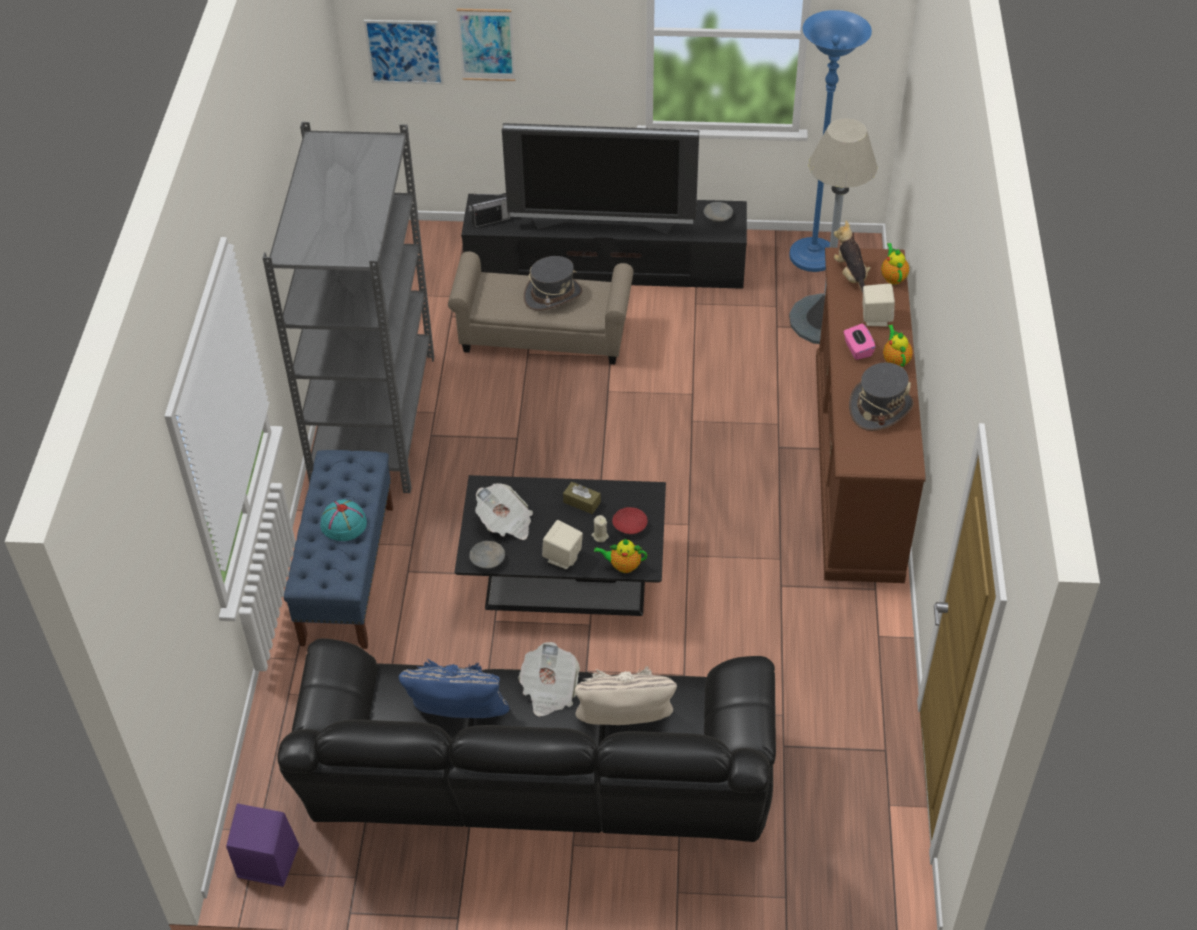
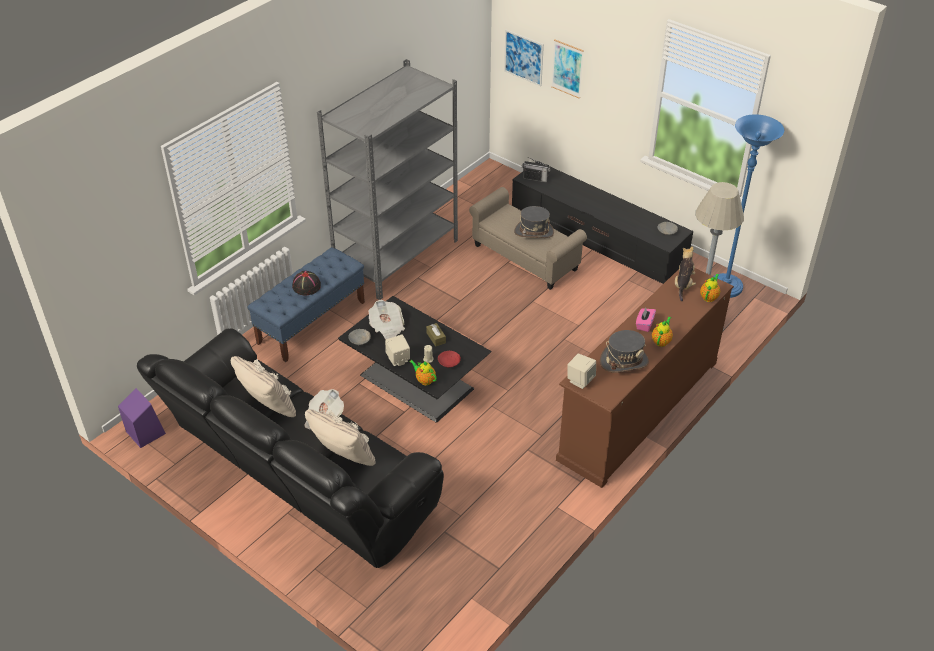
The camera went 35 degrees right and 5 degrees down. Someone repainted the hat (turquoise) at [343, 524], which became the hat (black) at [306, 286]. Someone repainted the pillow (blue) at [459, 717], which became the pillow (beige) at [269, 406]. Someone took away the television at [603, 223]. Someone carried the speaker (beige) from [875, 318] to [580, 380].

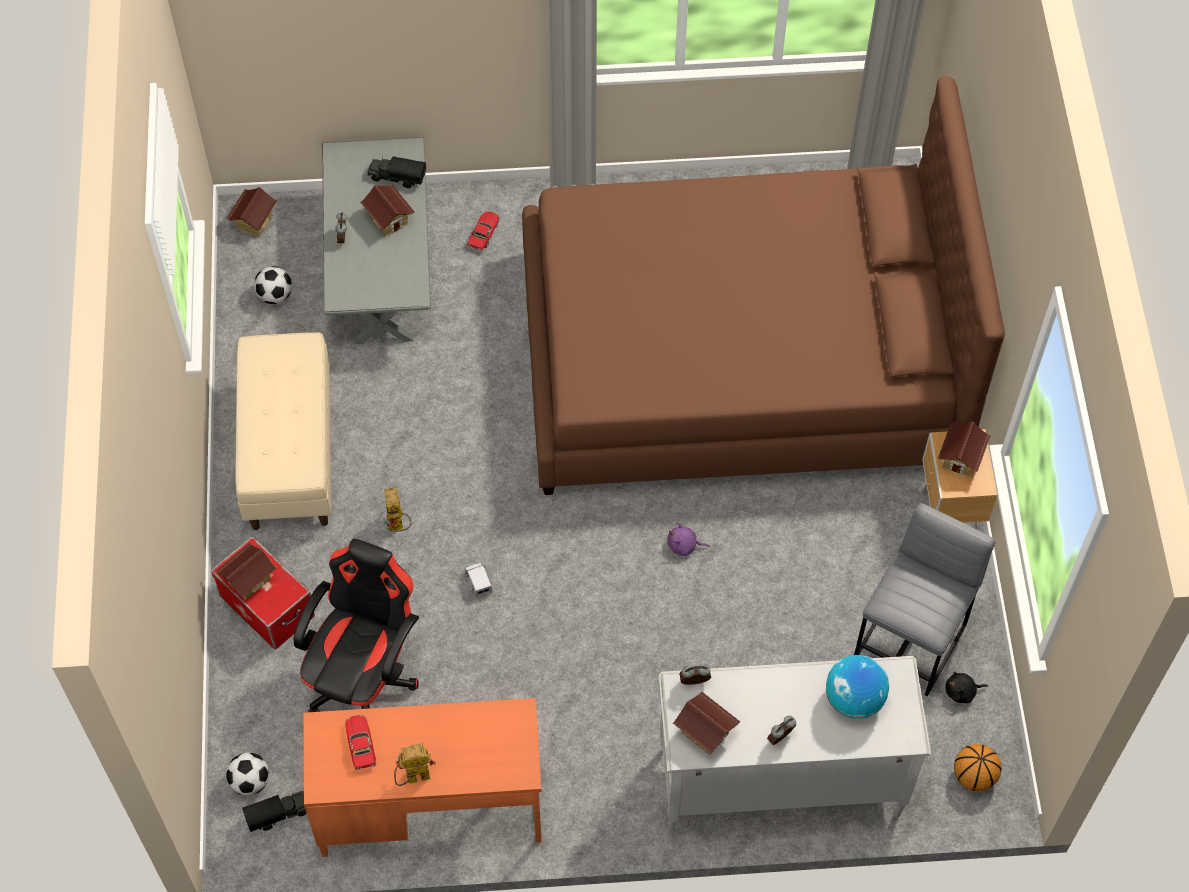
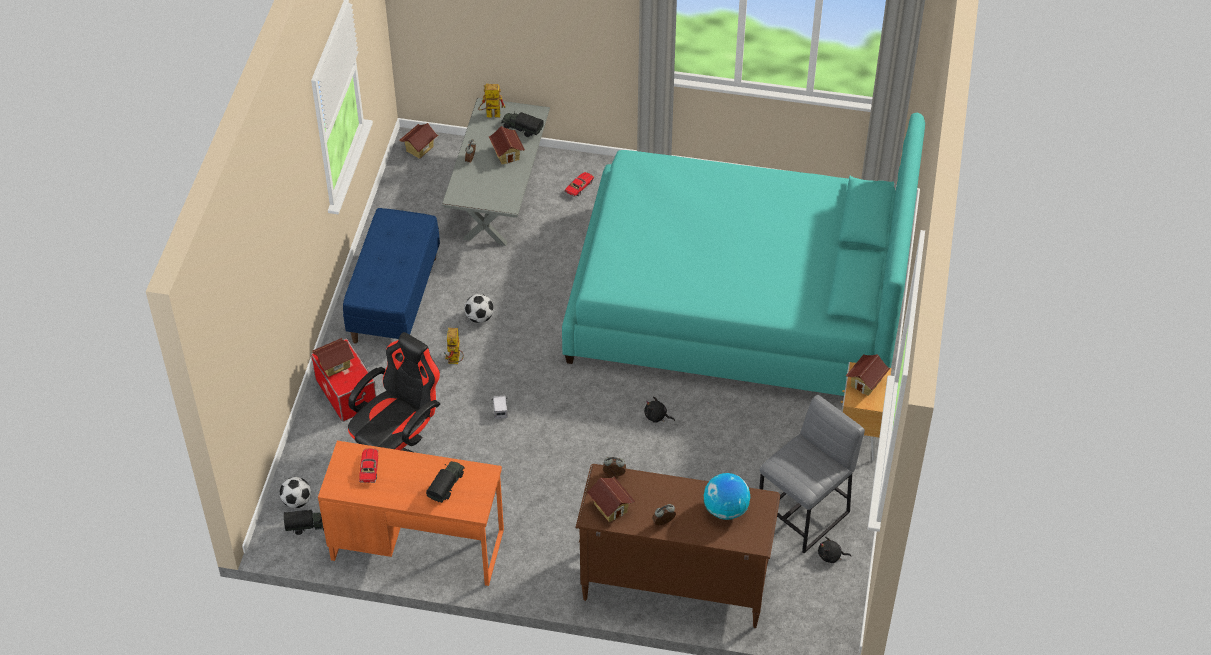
The camera went 15 degrees right and 10 degrees down. Someone repainted the bench (beige) at [289, 452], which became the bench (blue) at [394, 299]. Someone carried the football from [275, 295] to [479, 317]. Someone carried the toy robot from [412, 778] to [490, 115]. Someone repainted the bed (brown) at [740, 359], which became the bed (turquoise) at [738, 304]. Someone repainted the dresser (white) at [777, 780], which became the dresser (brown) at [673, 584]. Someone repainted the plush toy (purple) at [684, 545], which became the plush toy (black) at [657, 416]. Someone took away the basketball at [974, 776]. Someone put down the toy truck at [447, 486].

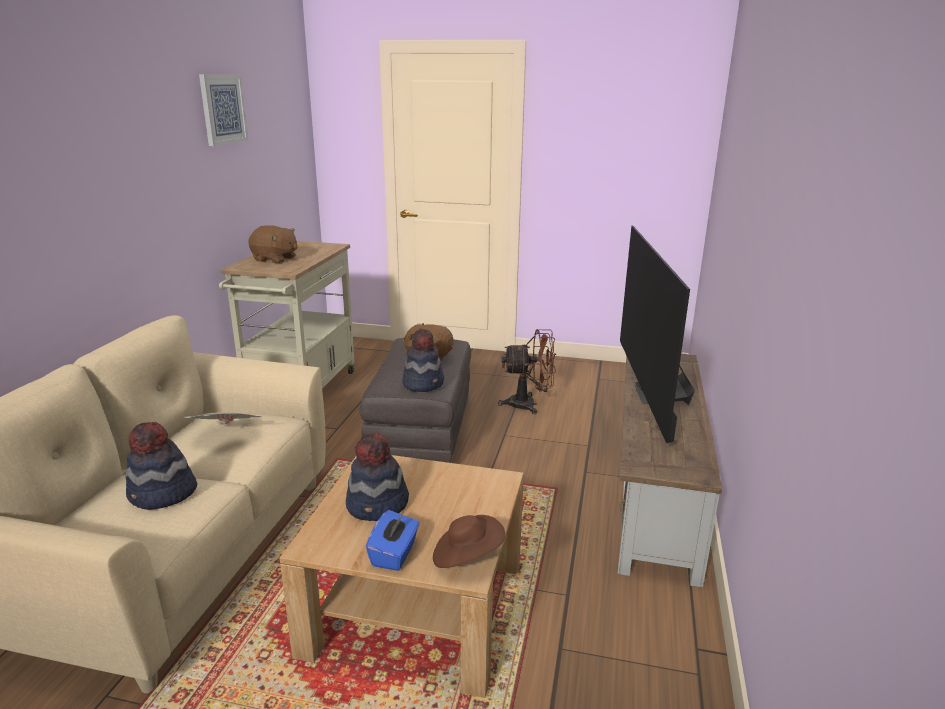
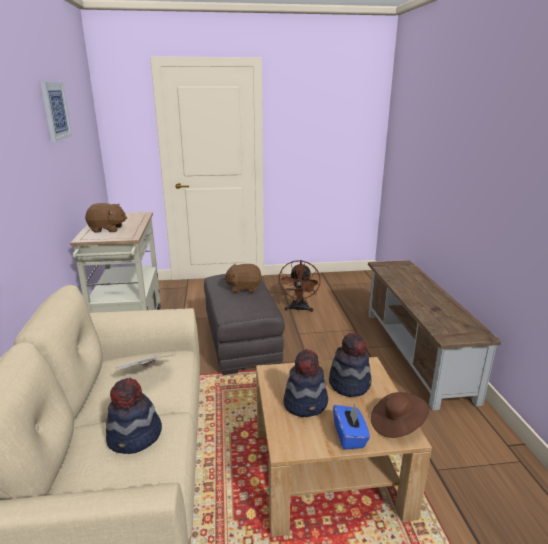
The camera went 20 degrees left and 0 degrees up. Someone carried the hat from [423, 383] to [349, 384]. Someone rotated the fan (brown) at [529, 404] by 120 degrees clockwise. Someone took away the television at [653, 394].

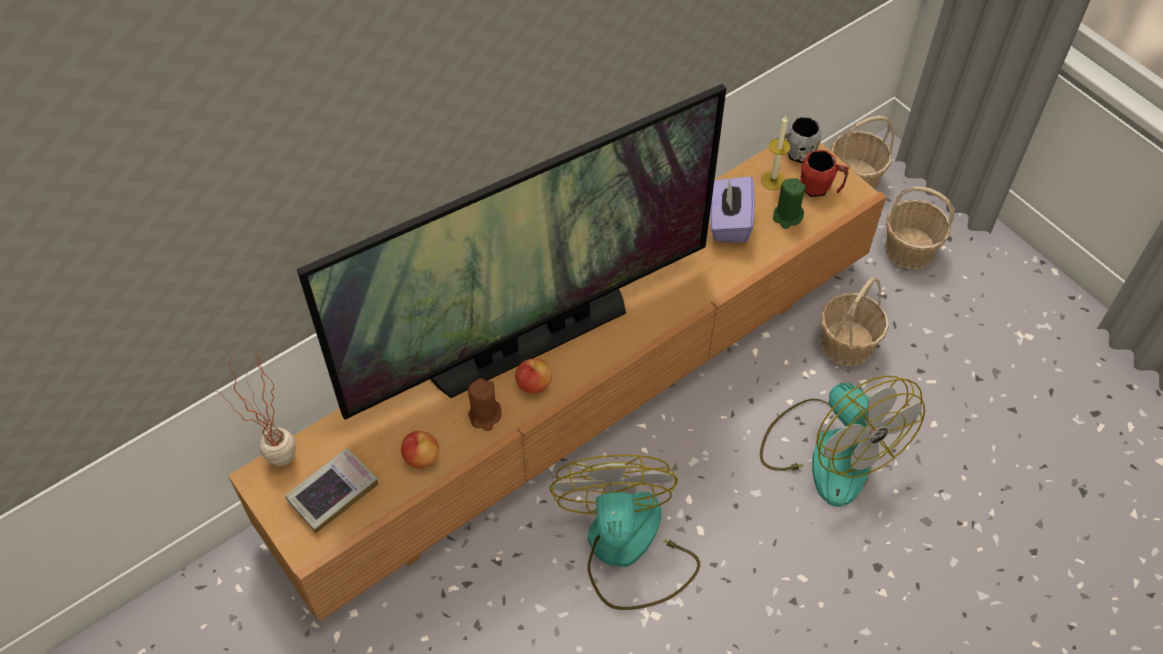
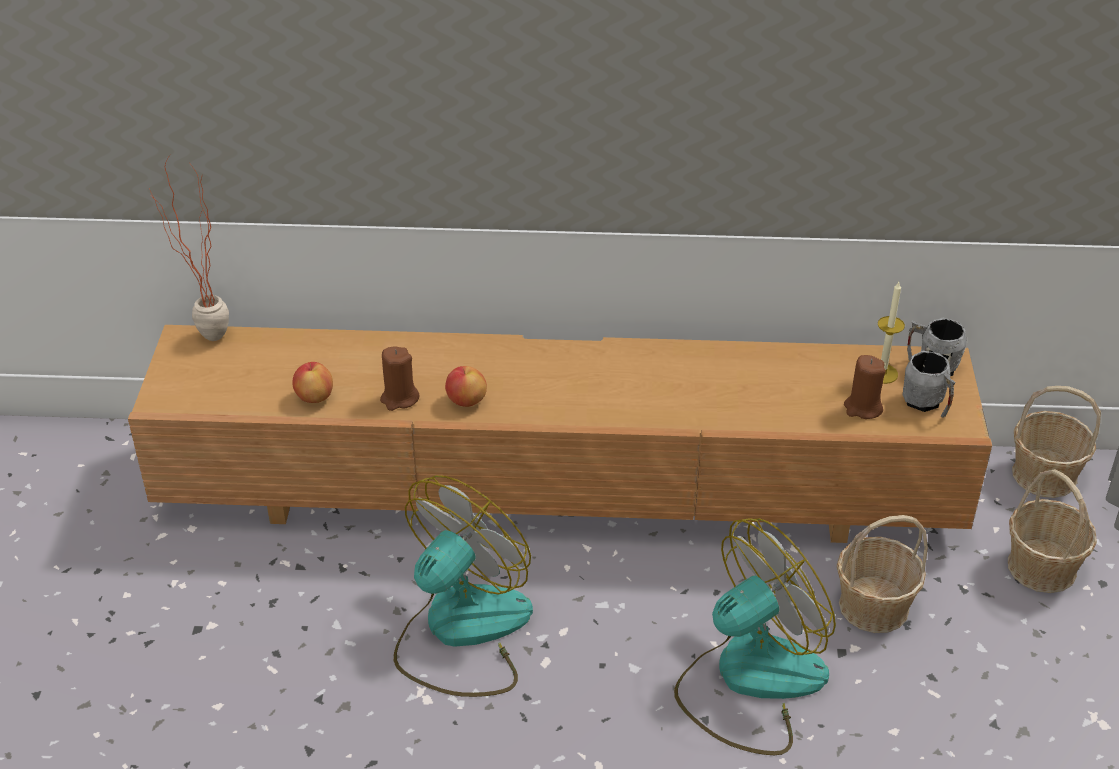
The camera went 40 degrees right and 15 degrees down. Someone took away the book at [333, 493]. Someone took away the television at [529, 339]. Someone took away the tissue box (purple) at [729, 222]. Someone rotated the fan at [829, 450] by 135 degrees counterclockwise. Someone repainted the candle (green) at [787, 216], which became the candle (brown) at [862, 408]. Someone repainted the mug (red) at [820, 188], which became the mug (grey) at [927, 404].

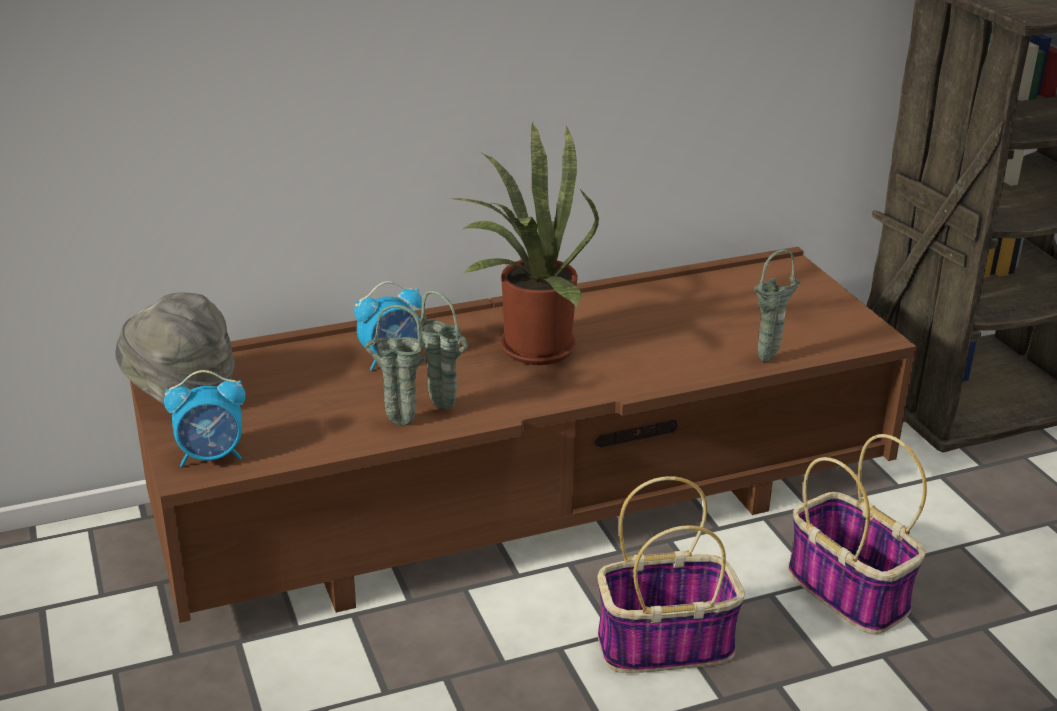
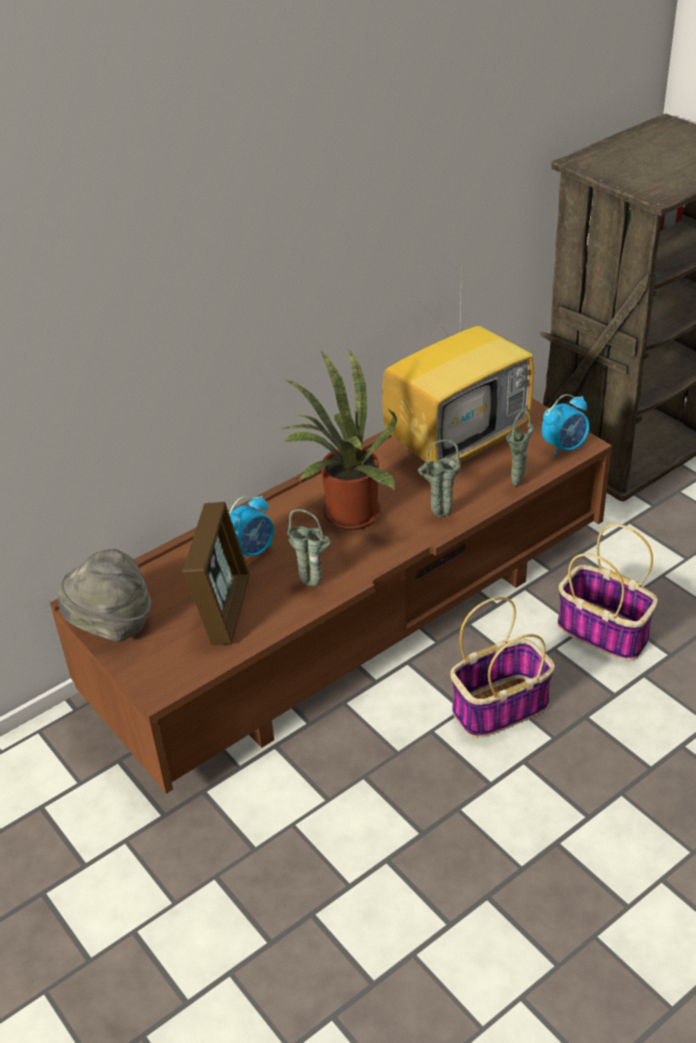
The camera went 15 degrees left and 10 degrees up. Someone carried the alarm clock from [212, 456] to [564, 447]. Someone carried the vase (green) from [397, 424] to [439, 516]. Someone put down the picture frame at [224, 609]. Someone put down the television at [458, 442].

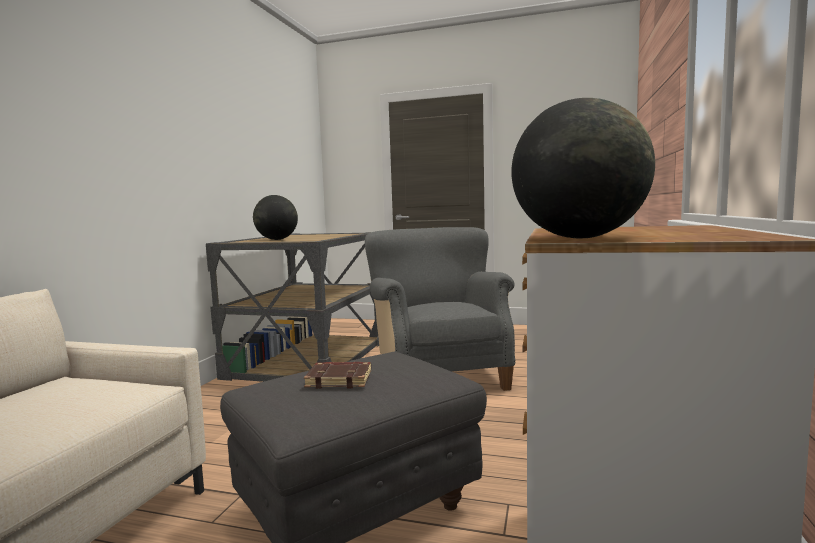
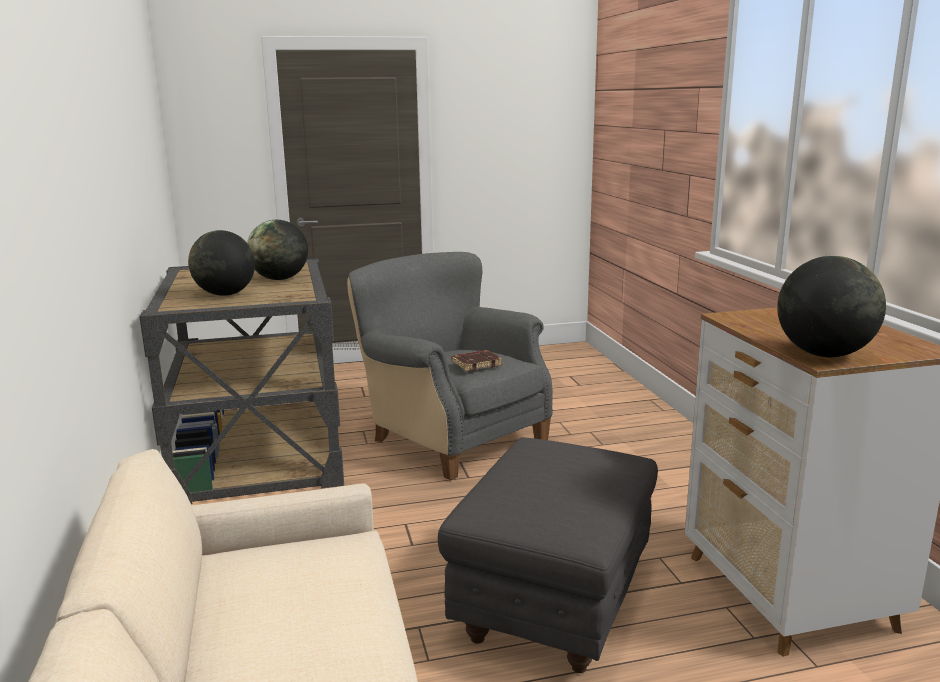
The camera went 30 degrees left and 10 degrees up. Someone carried the book (brown) from [340, 379] to [476, 364]. Someone put down the globe at [280, 279].

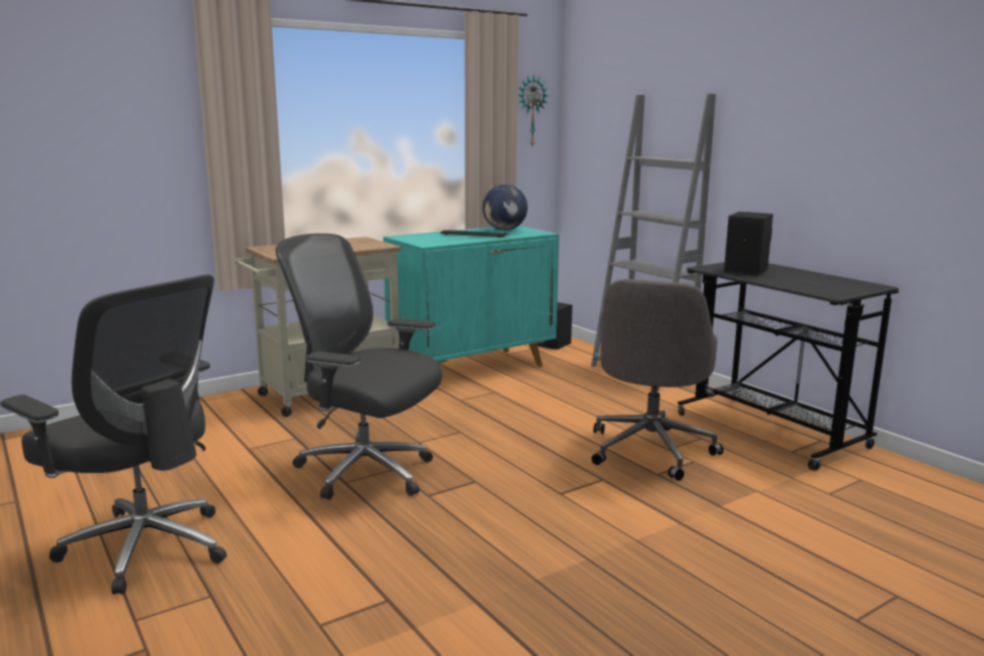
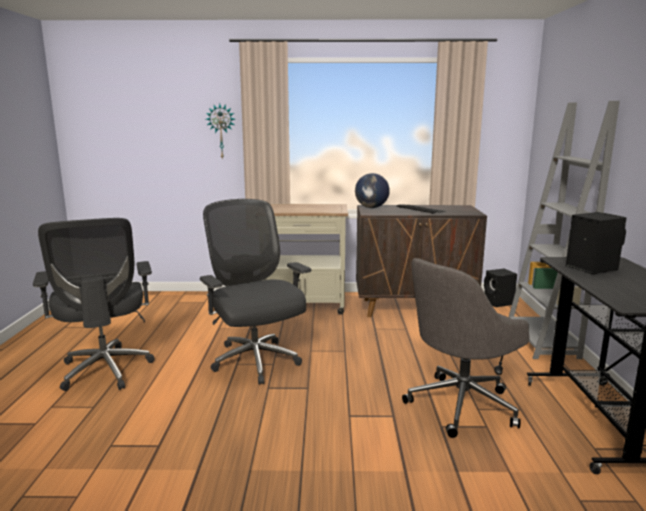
The camera went 35 degrees right and 0 degrees up. Someone repainted the cabinet (turquoise) at [473, 368], which became the cabinet (brown) at [414, 308]. Someone carried the globe from [505, 230] to [371, 208]. Someone carried the wall clock from [531, 111] to [221, 131].

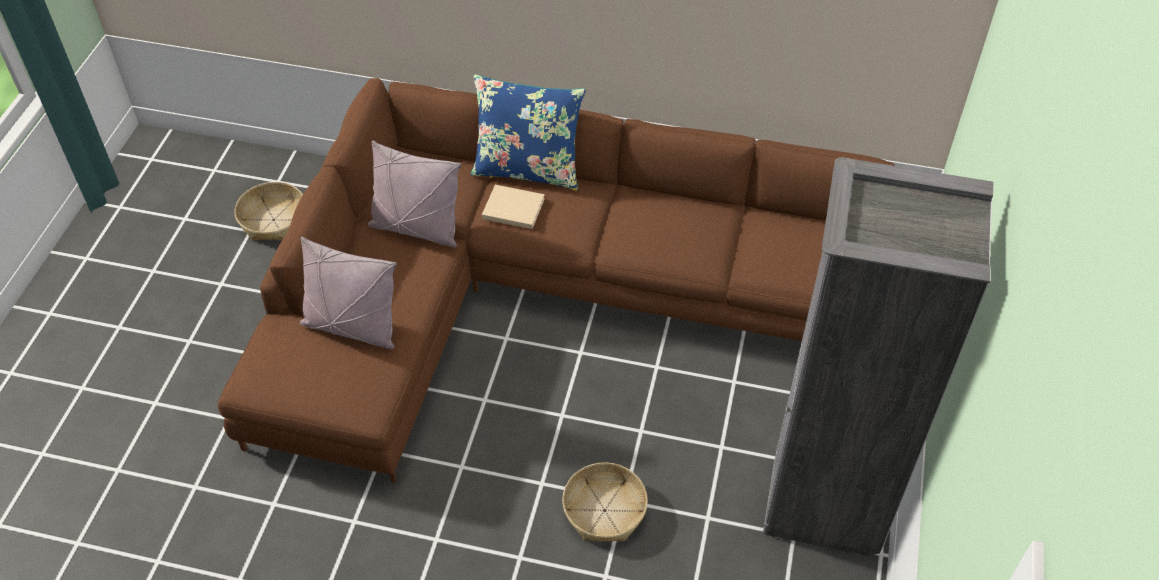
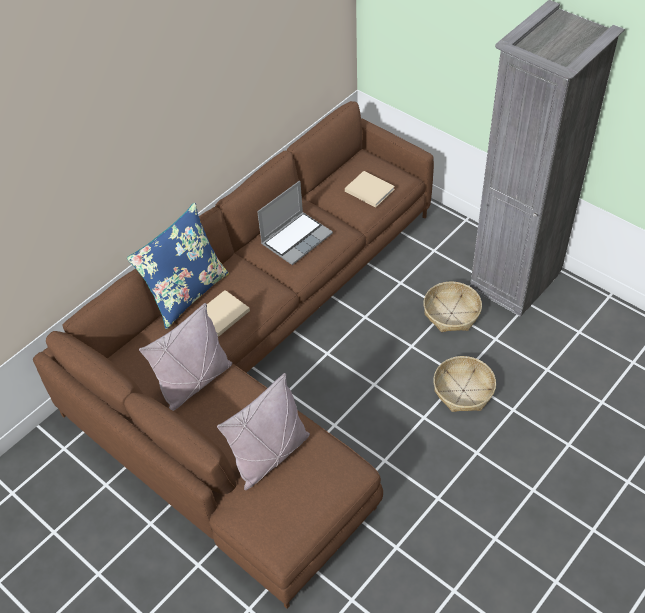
The camera went 60 degrees left and 0 degrees up. Someone carried the basket from [274, 220] to [451, 313]. Someone put down the laptop at [296, 238]. Someone put down the book (beige) at [368, 190].

